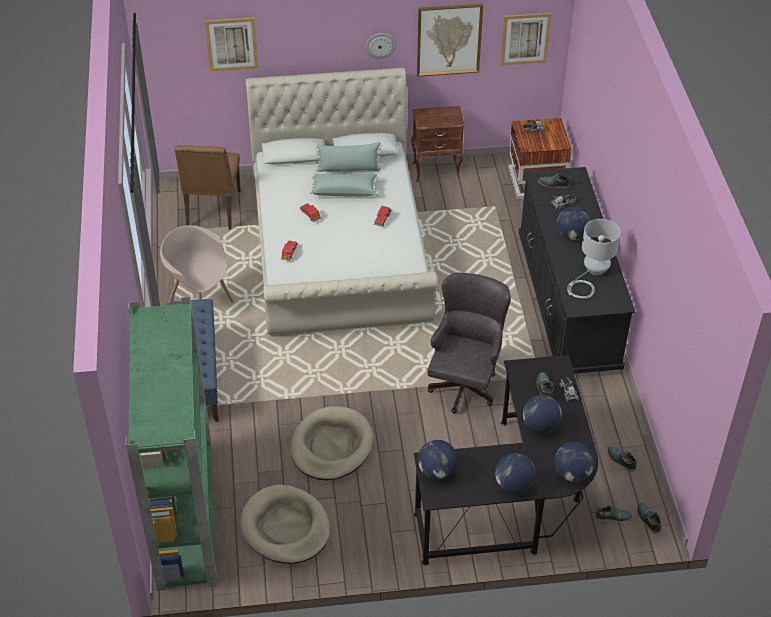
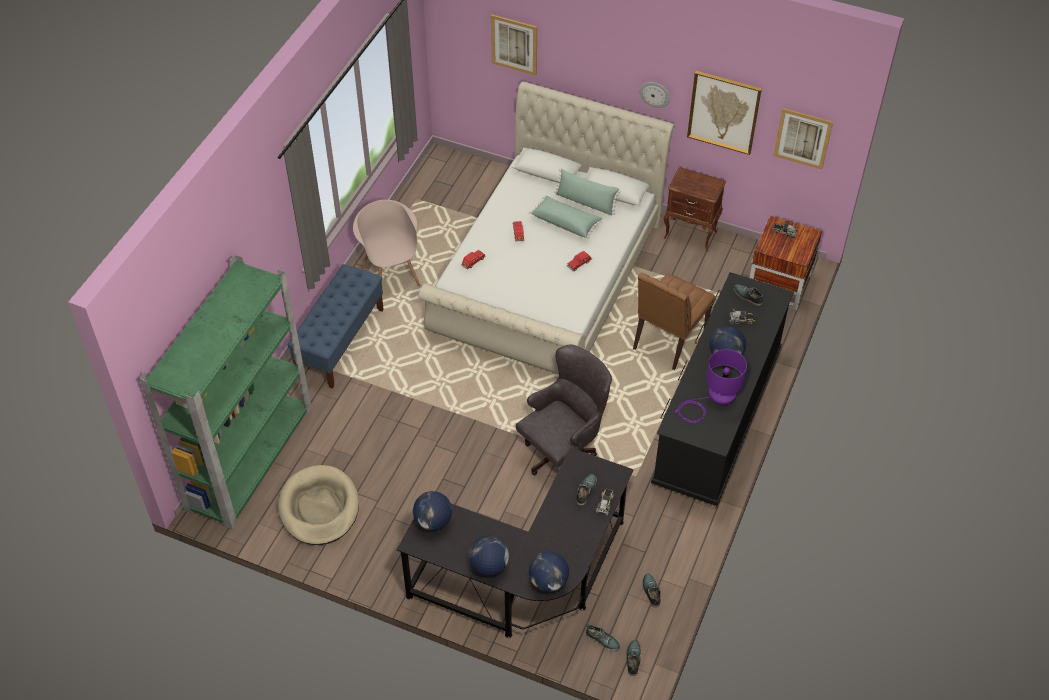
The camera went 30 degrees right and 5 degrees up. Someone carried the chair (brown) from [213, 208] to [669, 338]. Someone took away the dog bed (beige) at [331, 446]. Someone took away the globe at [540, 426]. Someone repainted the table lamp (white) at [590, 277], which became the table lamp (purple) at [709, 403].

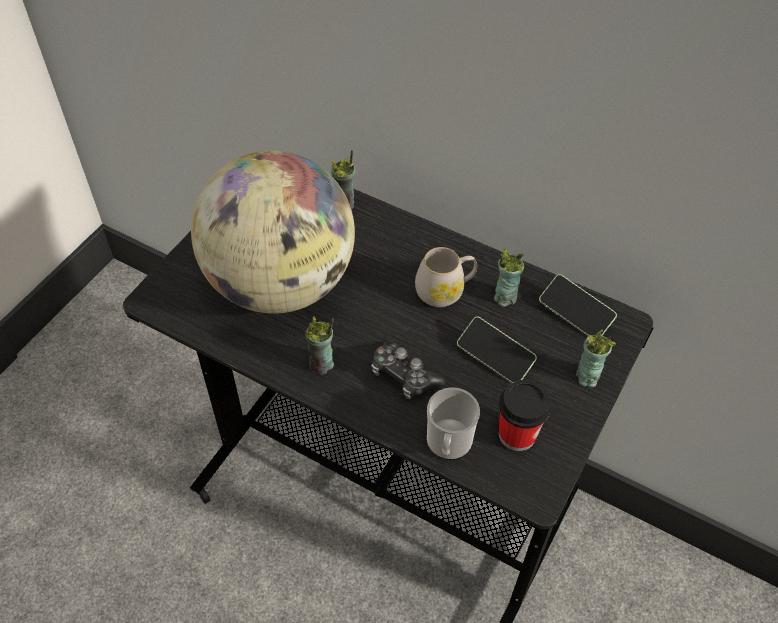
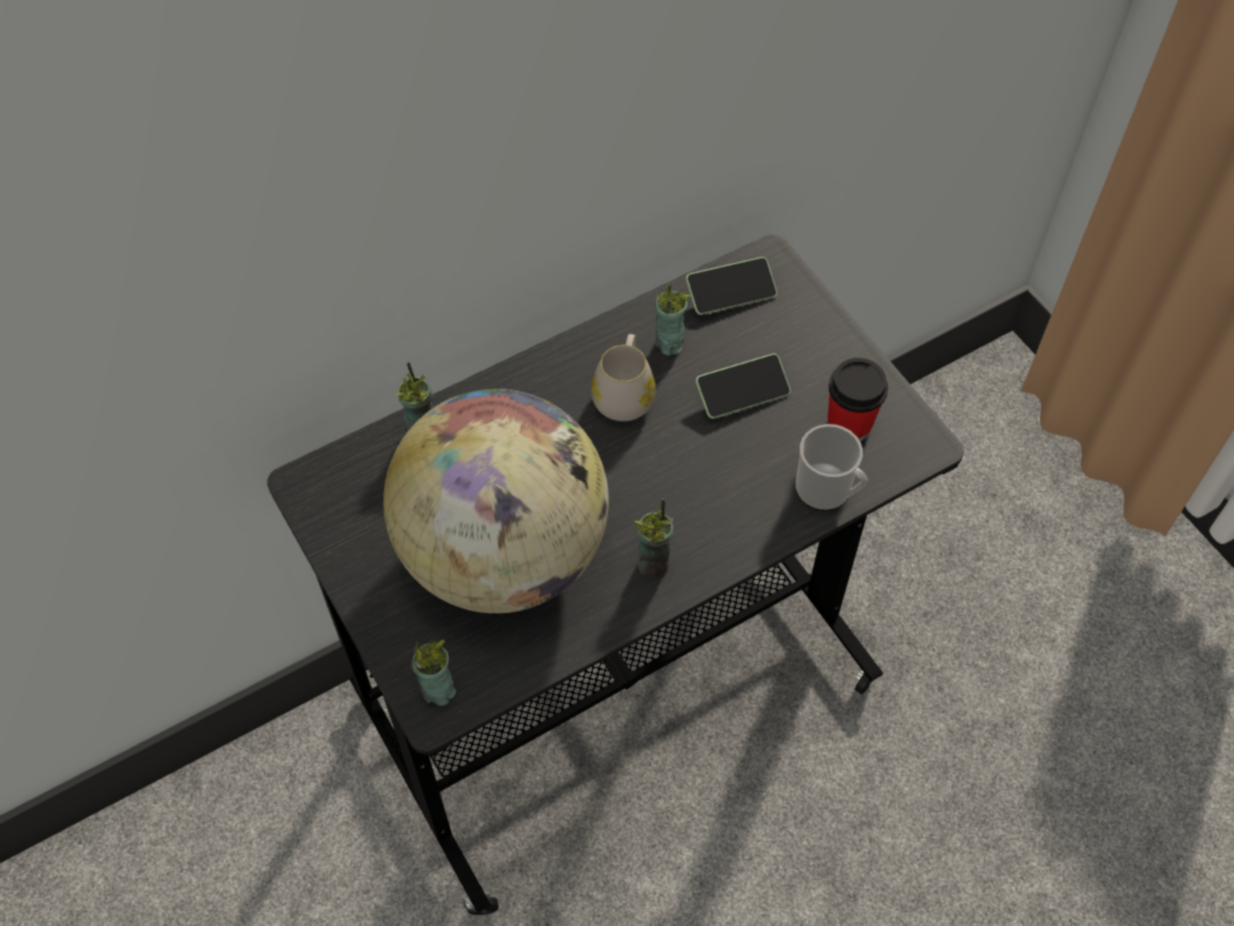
The camera went 60 degrees left and 5 degrees up. Someone took away the game controller at [404, 377]. Someone carried the cup from [587, 376] to [437, 691].

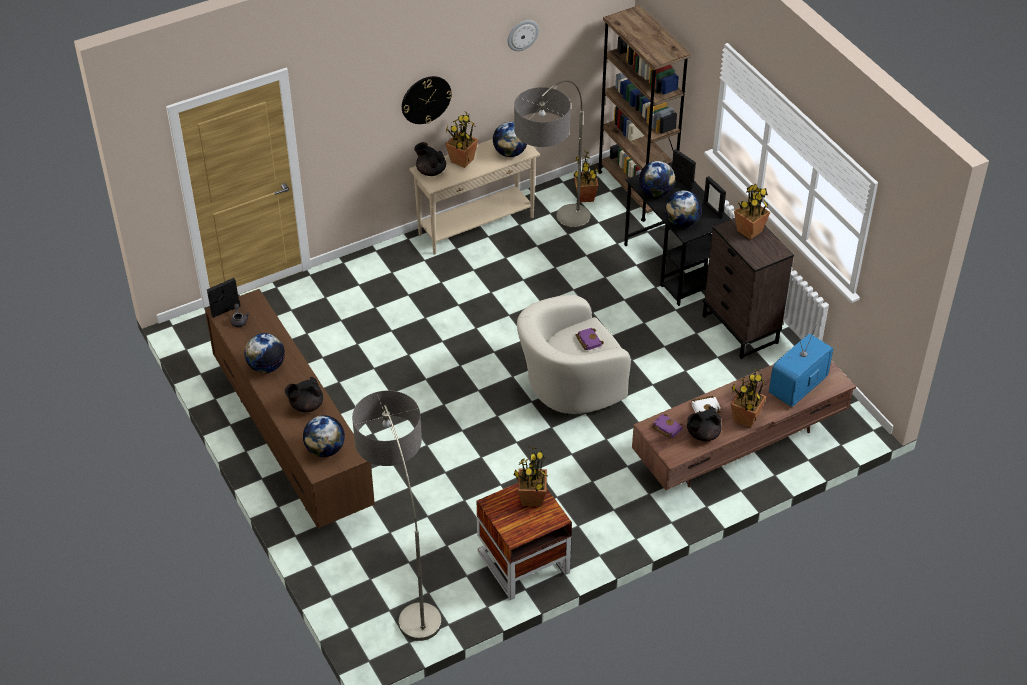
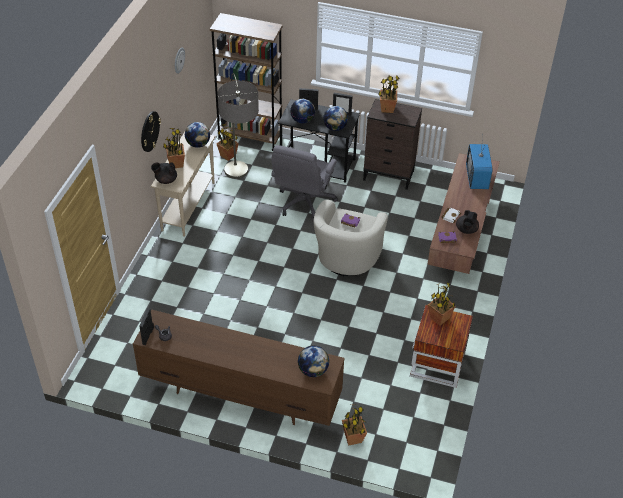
The camera went 45 degrees left and 0 degrees up. Someone took away the globe at [266, 366]. Someone took away the teapot (black) at [306, 405]. Someone took away the floor lamp at [405, 582]. Someone carried the potted plant from [745, 418] to [353, 438]. Someone put down the office chair (grey) at [303, 205].

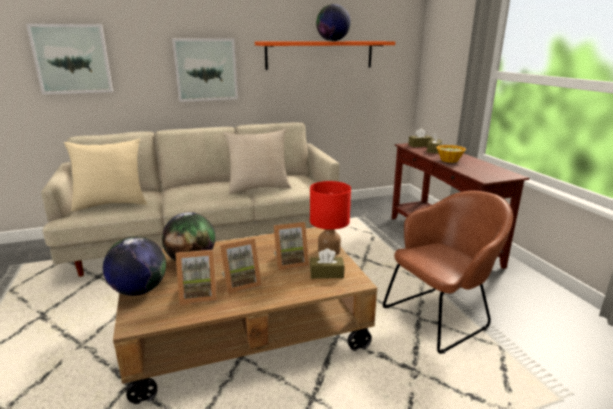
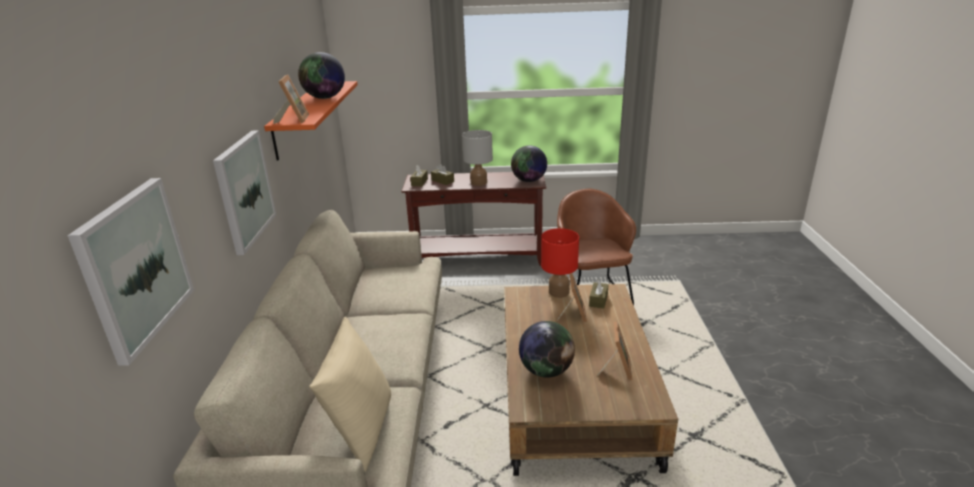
The camera went 70 degrees left and 5 degrees up. Someone carried the globe from [139, 290] to [529, 180]. Someone carried the picture frame from [241, 283] to [293, 119]. Someone took away the pillow (beige) at [259, 188]. Someone swapped the bowl at [449, 160] for the table lamp (grey) at [479, 182].

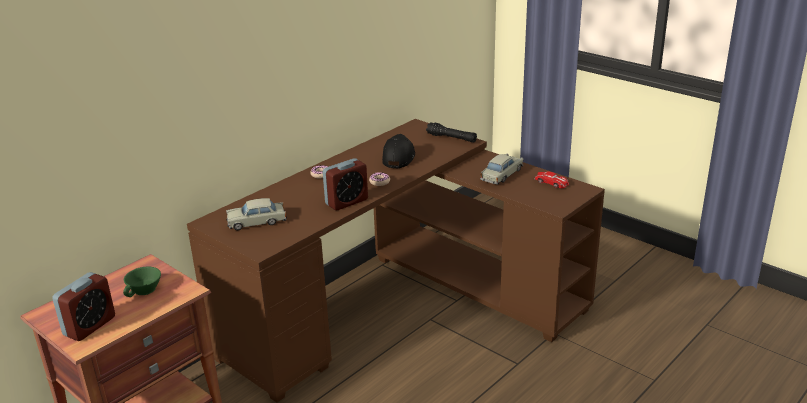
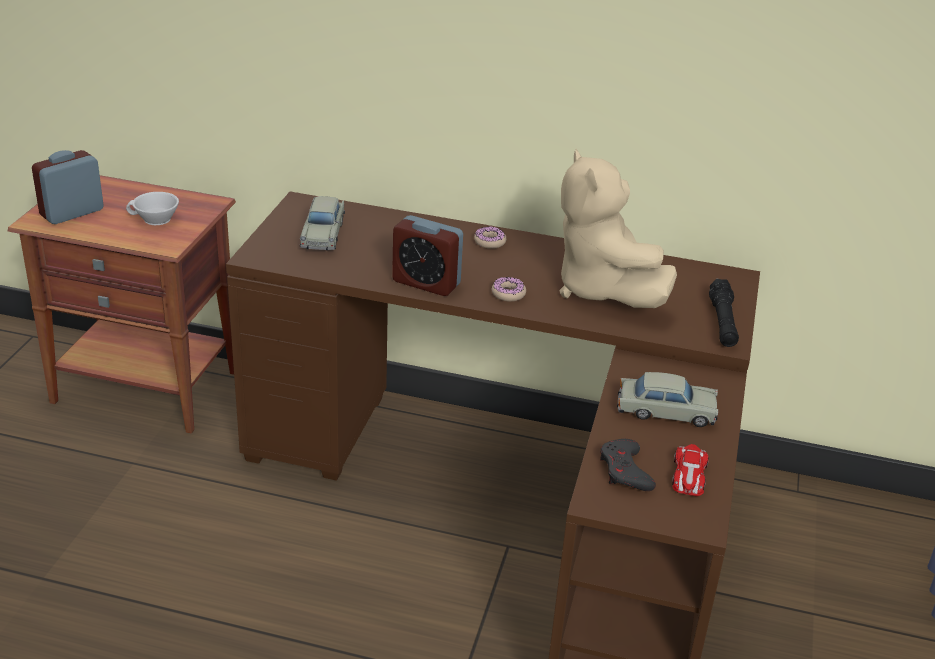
The camera went 60 degrees right and 5 degrees up. Someone rotated the alarm clock at [89, 326] by 135 degrees clockwise. Someone repainted the cup (green) at [145, 290], which became the cup (white) at [155, 219]. Someone rotated the toy car (beige) at [257, 222] by 135 degrees counterclockwise. Someone swapped the cap (black) at [398, 157] for the plush toy (beige) at [602, 290]. Someone put down the game controller (grey) at [625, 471].

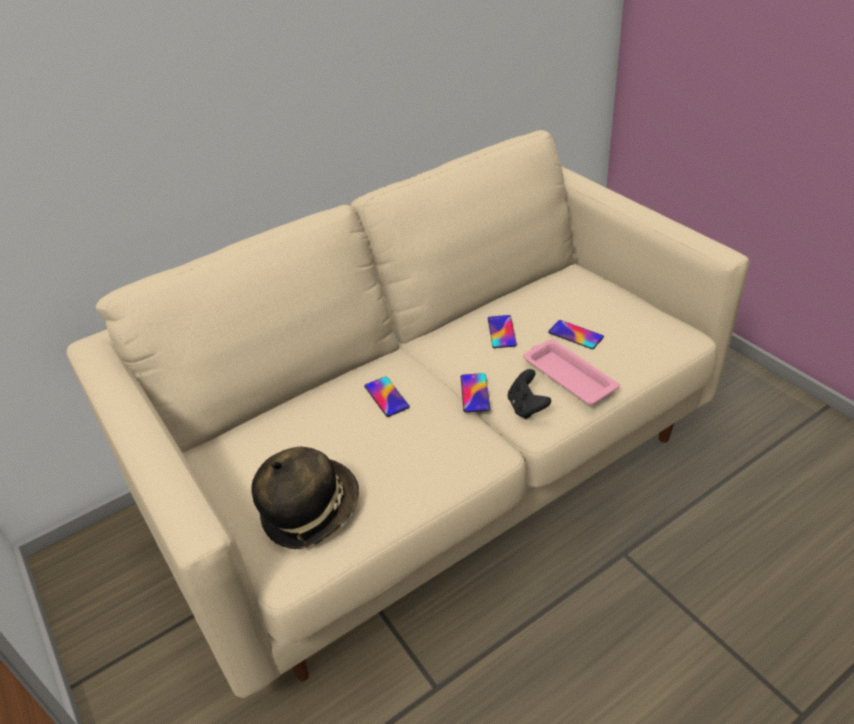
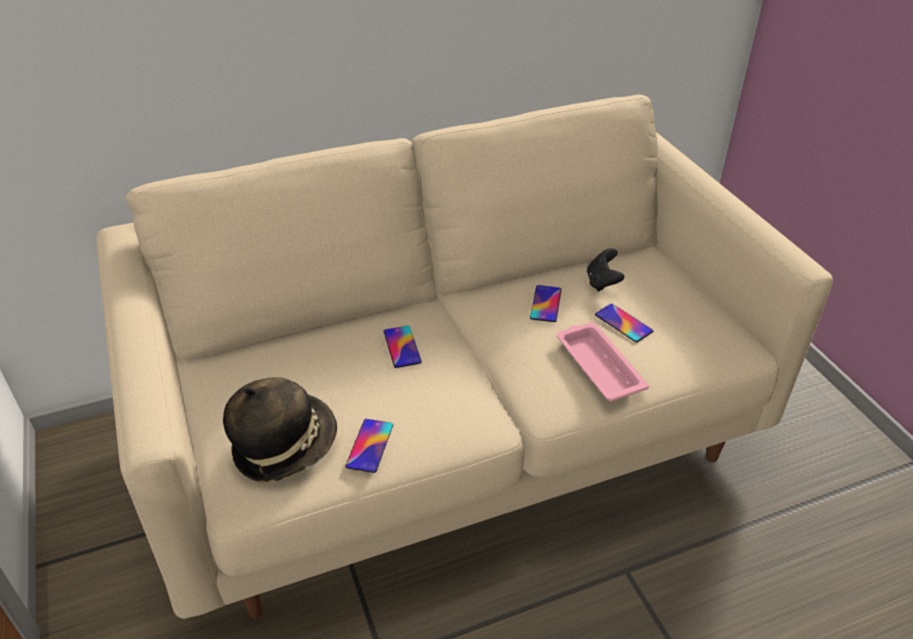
The camera went 10 degrees right and 0 degrees up. Someone carried the phone from [475, 393] to [370, 446]. Someone carried the game controller (black) from [526, 407] to [602, 282].

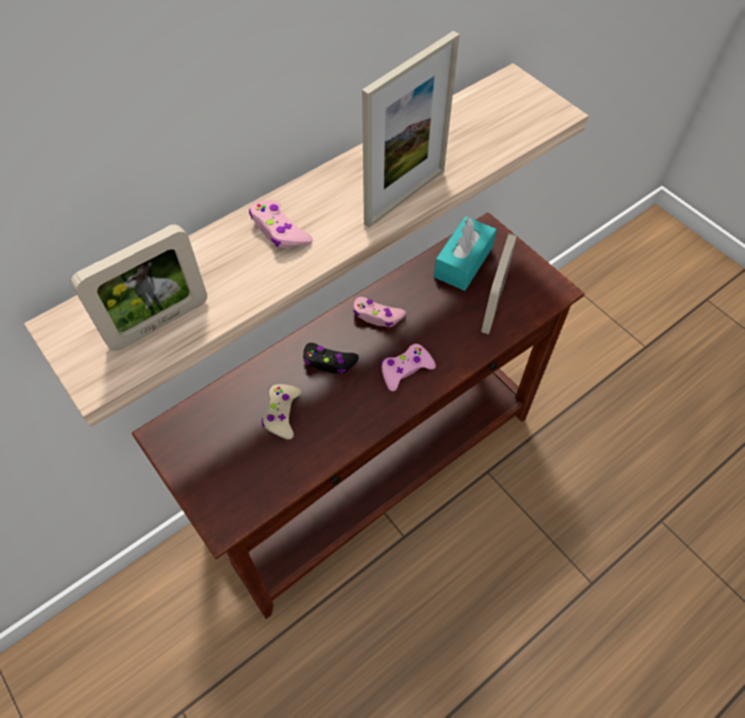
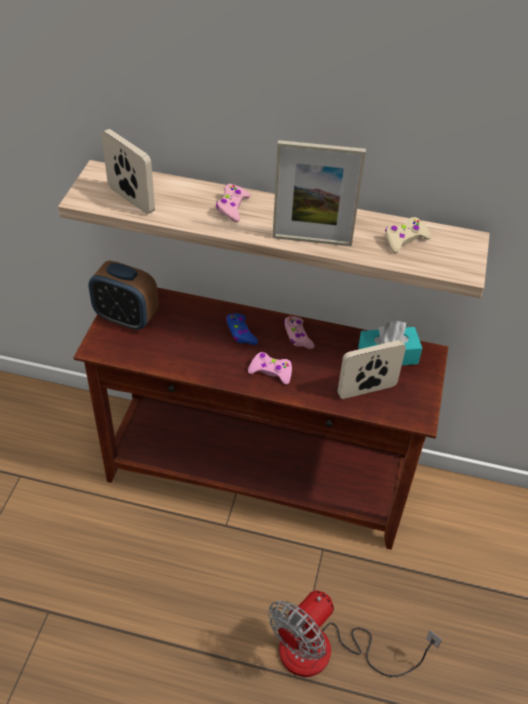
The camera went 50 degrees right and 10 degrees down. Someone rotated the picture frame at [159, 323] by 150 degrees counterclockwise. Someone carried the game controller (beige) from [282, 414] to [405, 239]. Someone repainted the game controller (black) at [329, 362], which became the game controller (blue) at [240, 333]. Someone put down the alarm clock at [126, 318]. Someone put down the fan at [325, 652].

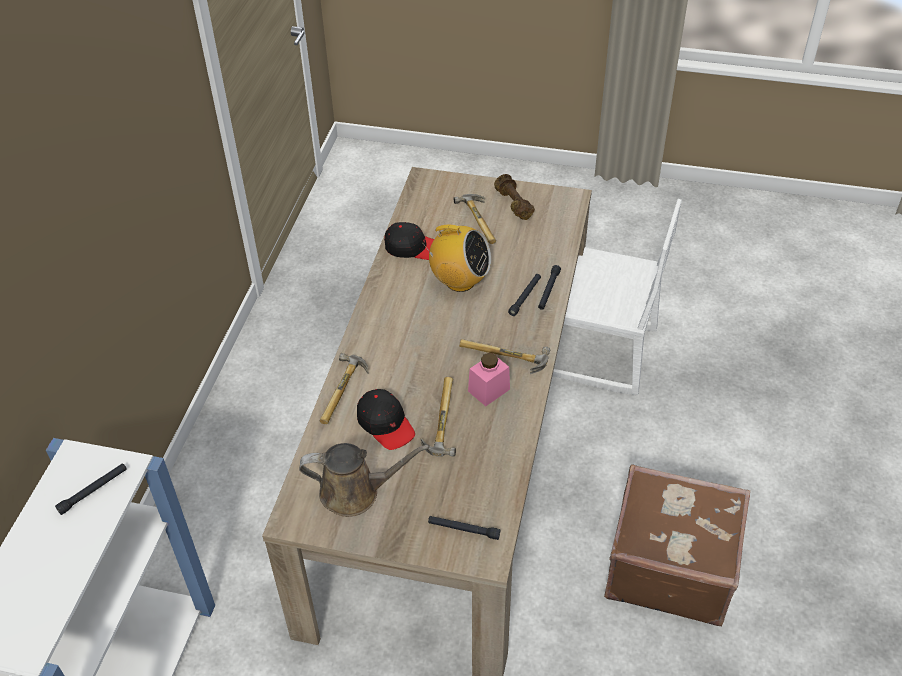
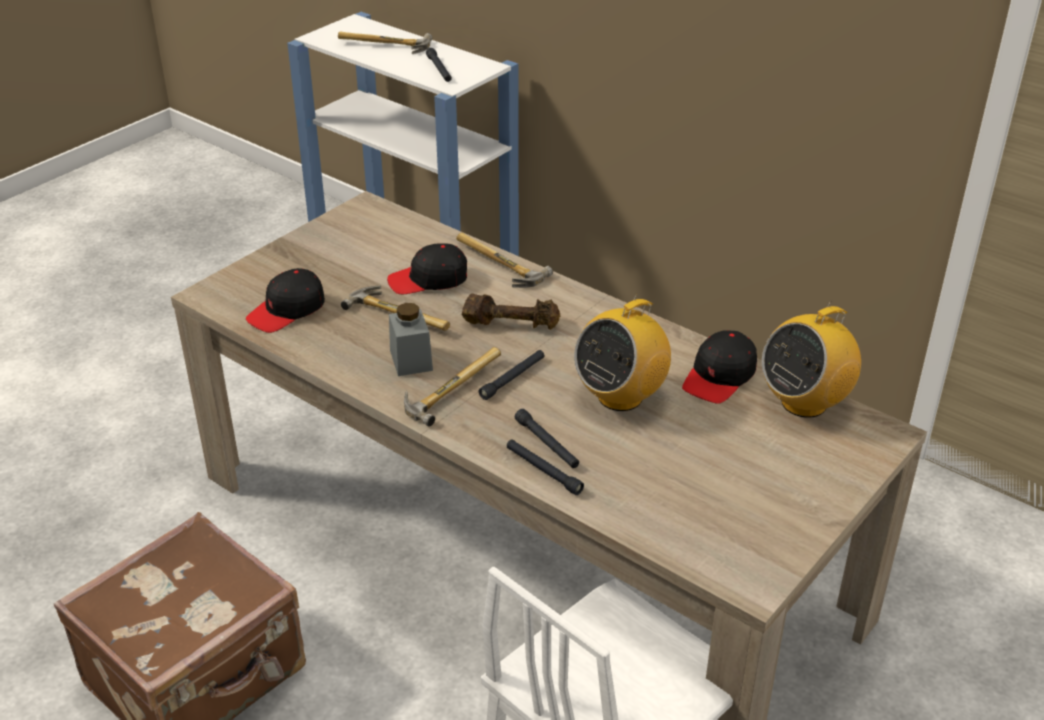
The camera went 115 degrees right and 10 degrees down. Someone took away the watering can (brown) at [355, 492]. Someone carried the flashlight (black) from [463, 530] to [513, 378]. Someone carried the hammer from [482, 221] to [384, 47]. Someone repainted the jar (pink) at [489, 390], which became the jar (grey) at [411, 360]. Someone carried the dumbbell (brown) from [513, 204] to [511, 324]. Someone put down the cap (black) at [287, 310]. Someone put down the radio at [804, 402].

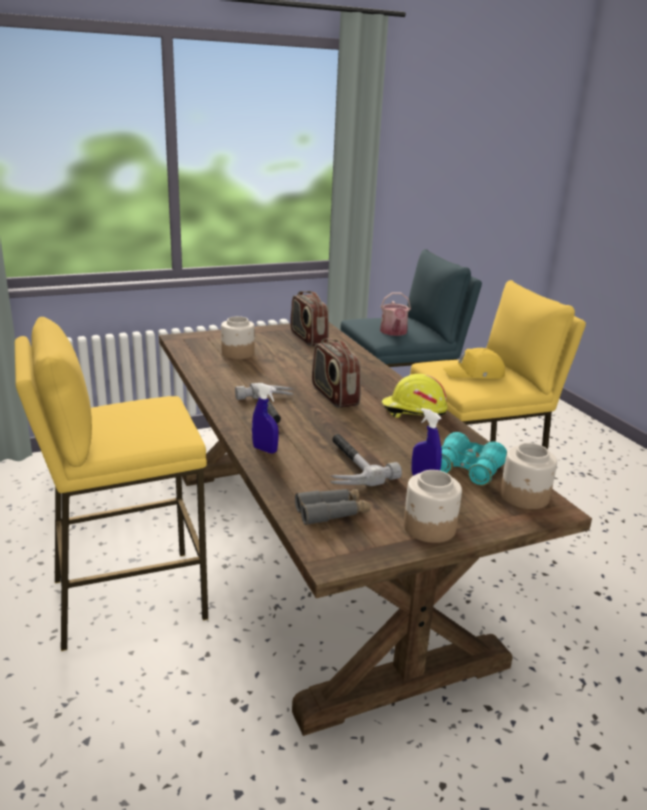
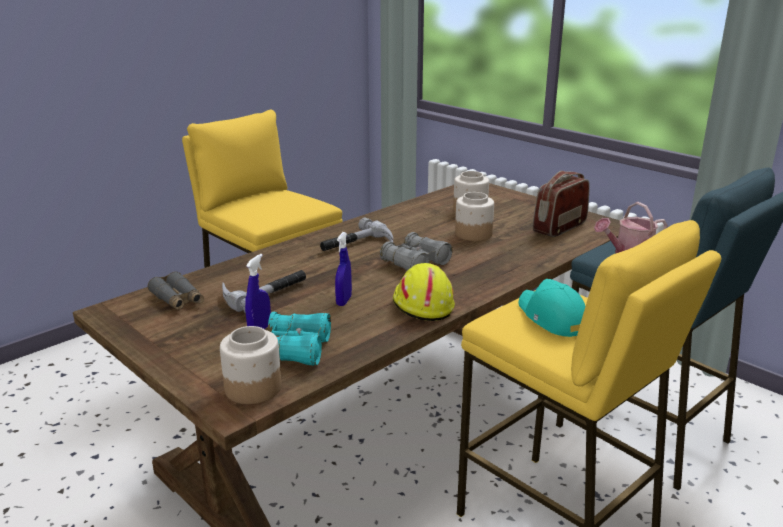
The camera went 70 degrees right and 0 degrees up. Someone carried the spray bottle (blue) from [265, 450] to [344, 301]. Someone swapped the radio at [334, 396] for the binoculars (grey) at [416, 263]. Someone carried the jar from [429, 528] to [473, 234]. Someone repainted the cap (yellow) at [474, 374], which became the cap (turquoise) at [551, 317].

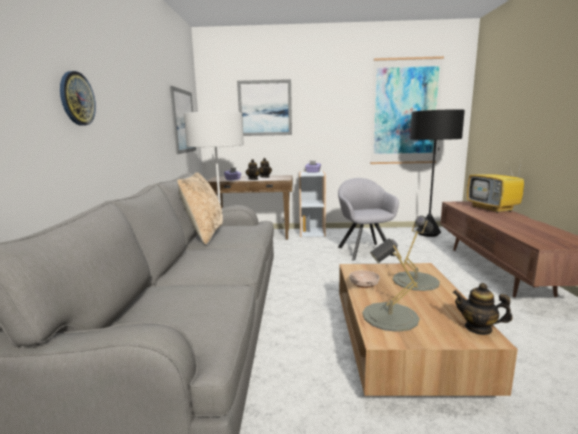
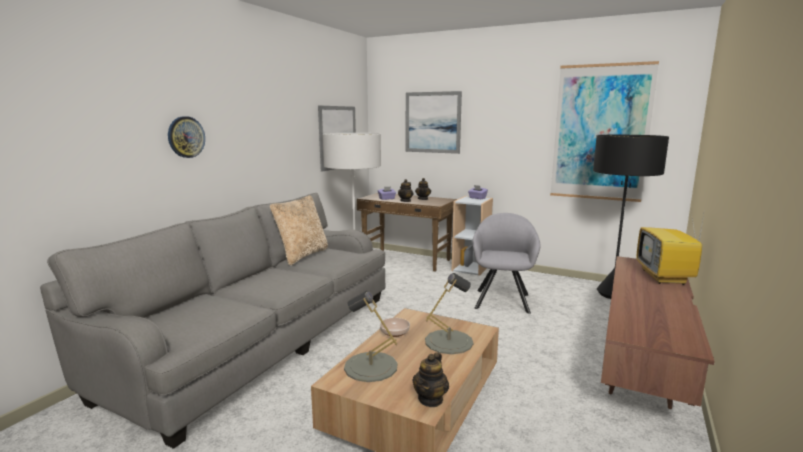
The camera went 25 degrees right and 0 degrees up. Someone rotated the teapot at [478, 328] by 120 degrees counterclockwise.

